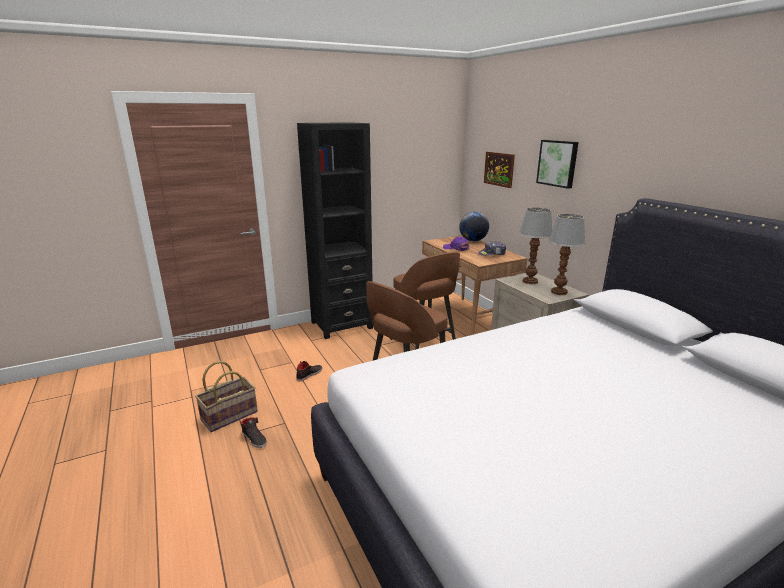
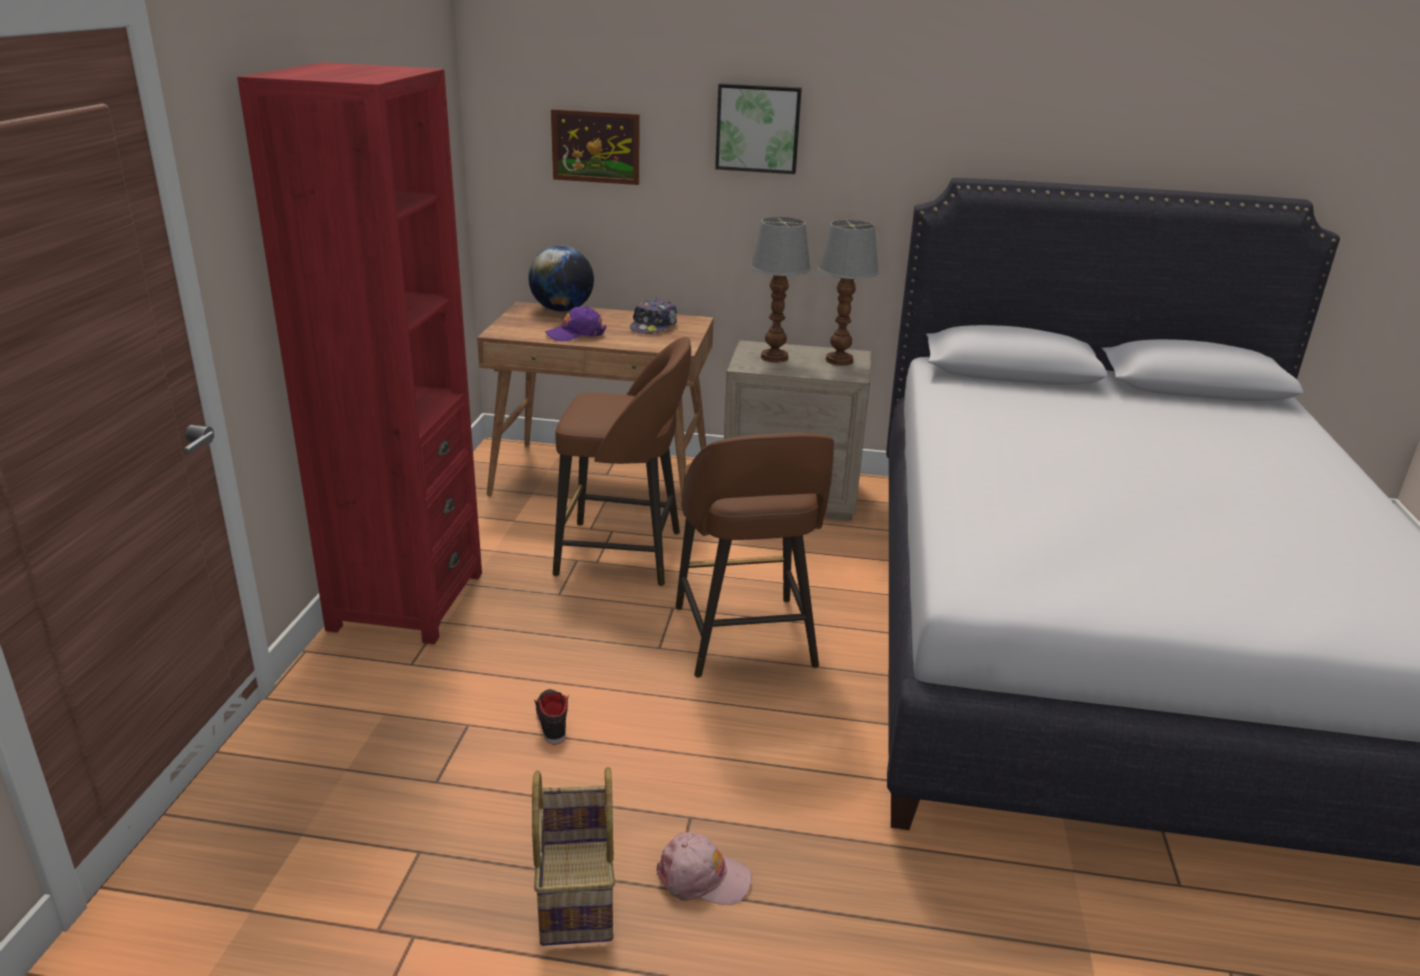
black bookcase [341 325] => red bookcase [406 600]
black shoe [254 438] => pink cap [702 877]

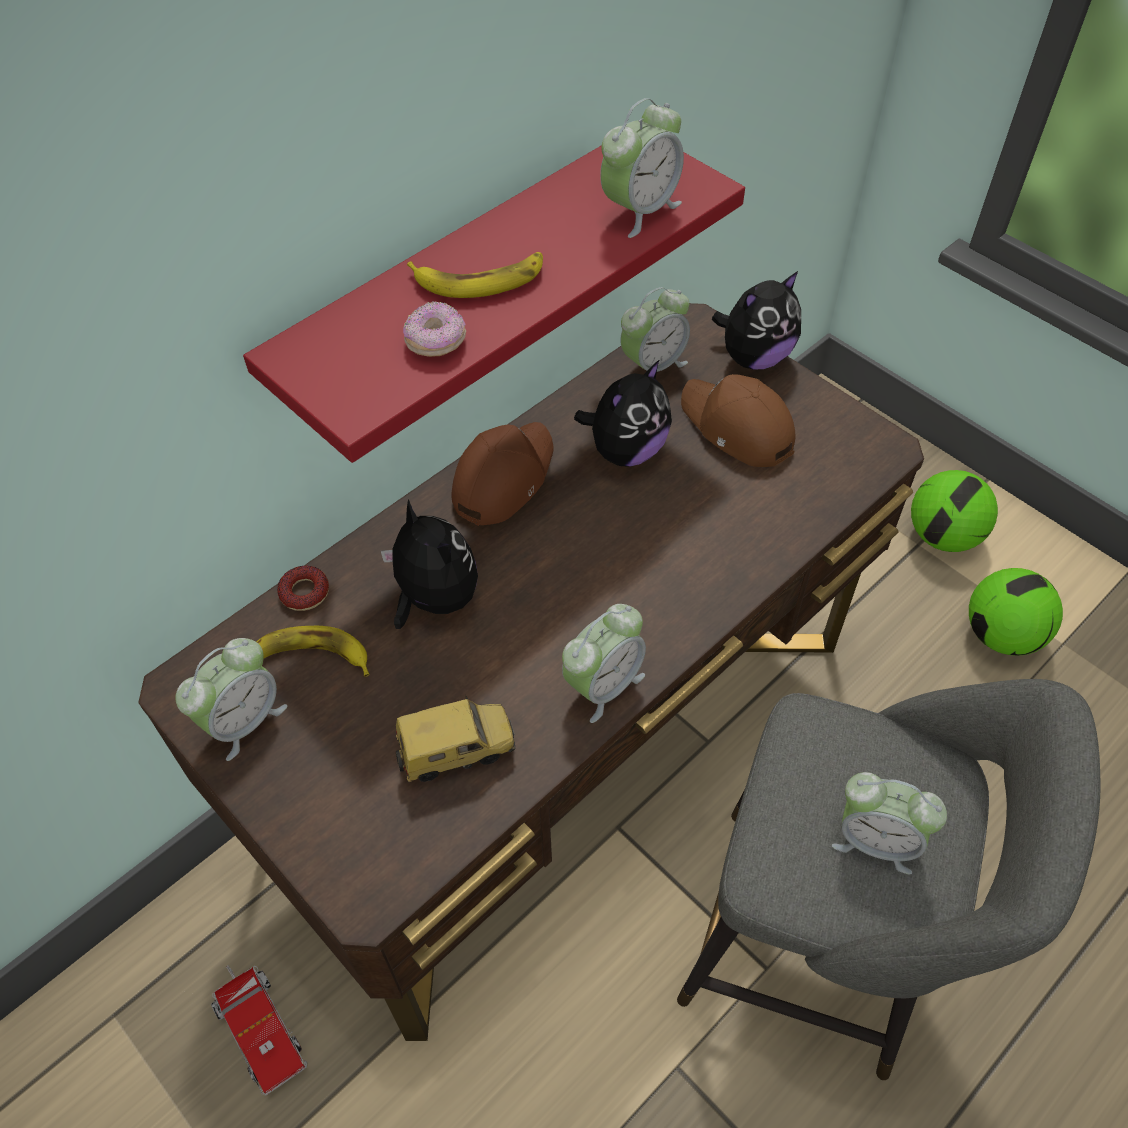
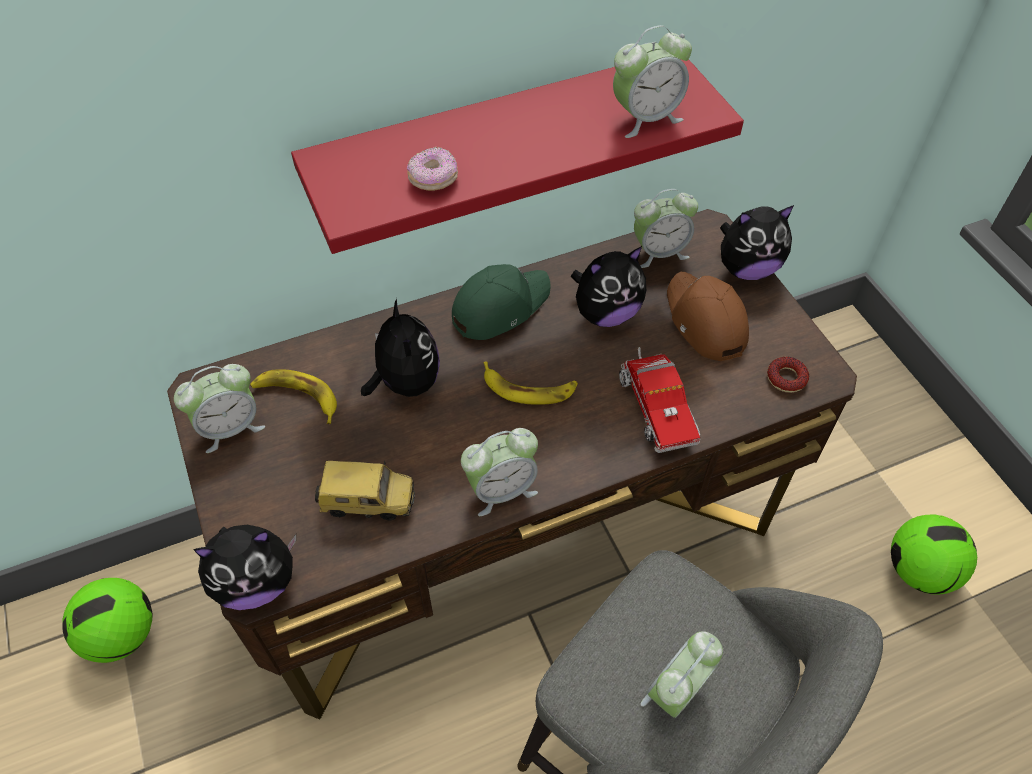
banana [480 280] => banana [529 388], shifted
brown cap [502 478] => green cap [499 307]
football [942 536] => football [121 635], shifted
donut [304 592] => donut [786 378], shifted
alarm clock [875 840] => alarm clock [676 692], 90 degrees clockwise
toy truck [259 1027] => toy truck [655 406], shifted
nothing => plush toy [256 582]

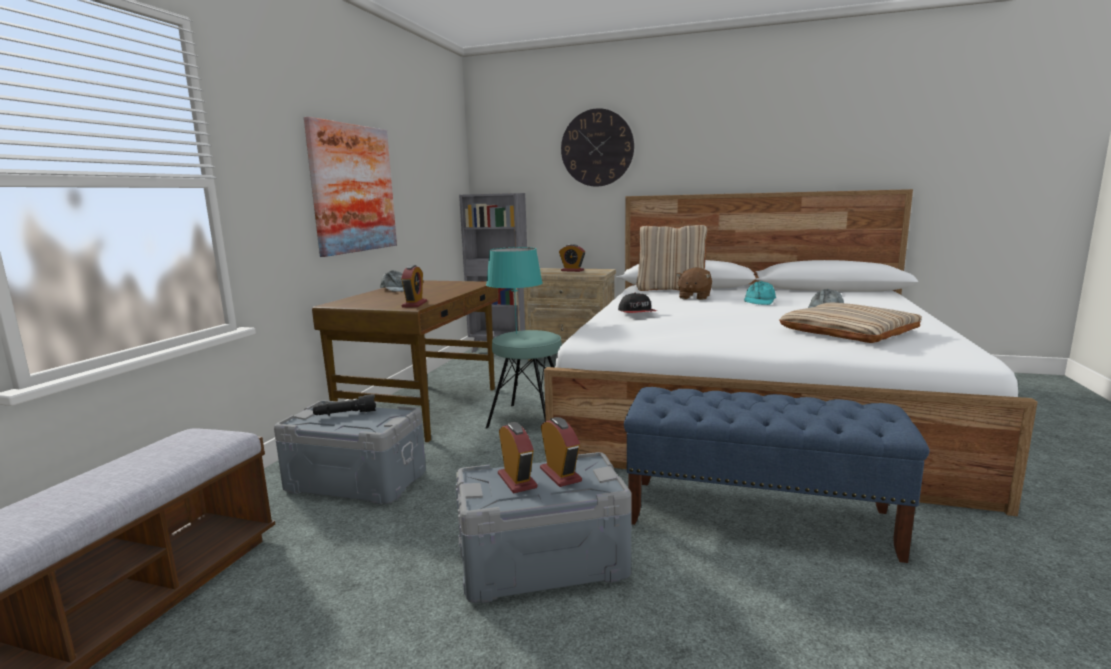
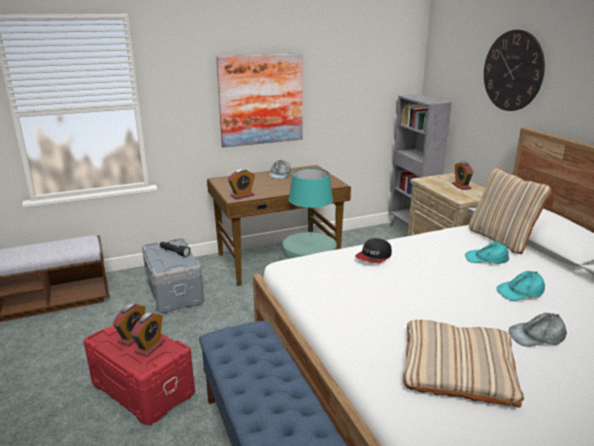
brown plush toy [694 297] => turquoise cap [486 259]
grey storage box [542 561] => red storage box [144 387]

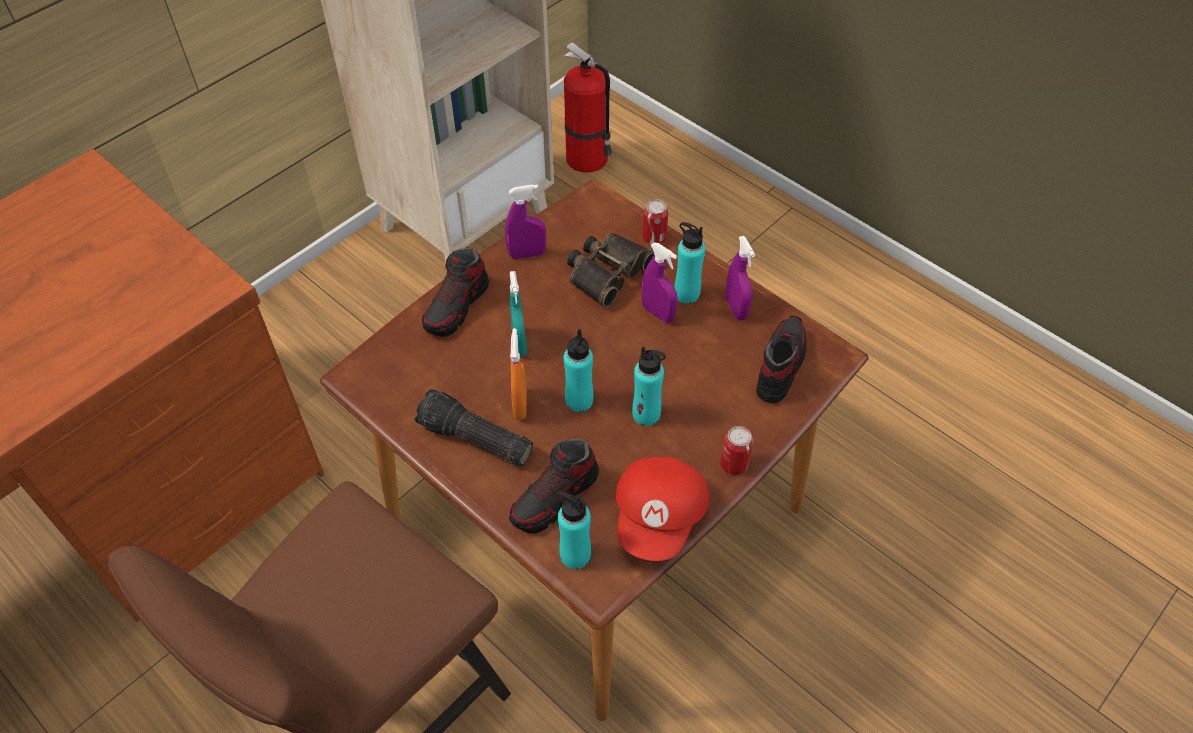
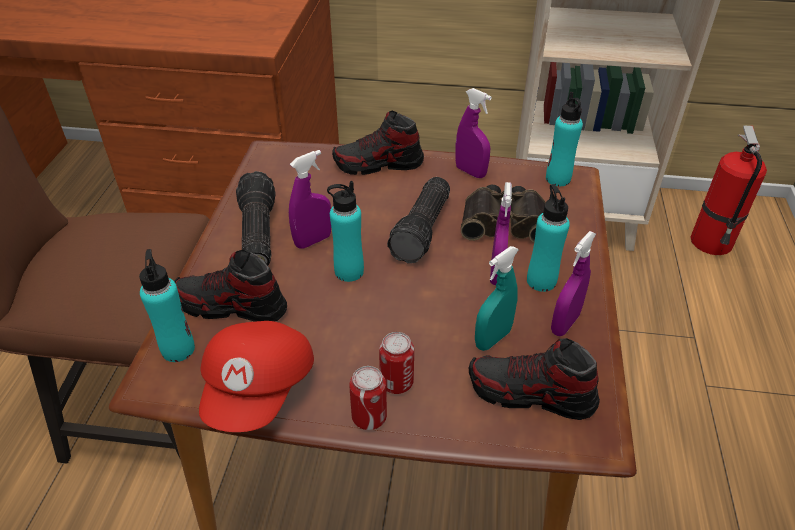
can [654 238] => can [396 382], shifted
turquoise spray bottle [519 343] => turquoise spray bottle [492 339], shifted
shoe [779 366] => shoe [531 394], 150 degrees counterclockwise
orange spray bottle [520 405] => purple spray bottle [313 241]
turquoise bottle [646 414] => turquoise bottle [558 179], shifted
red cap [660 517] => red cap [260 389], 60 degrees counterclockwise
nothing => flashlight [423 230]

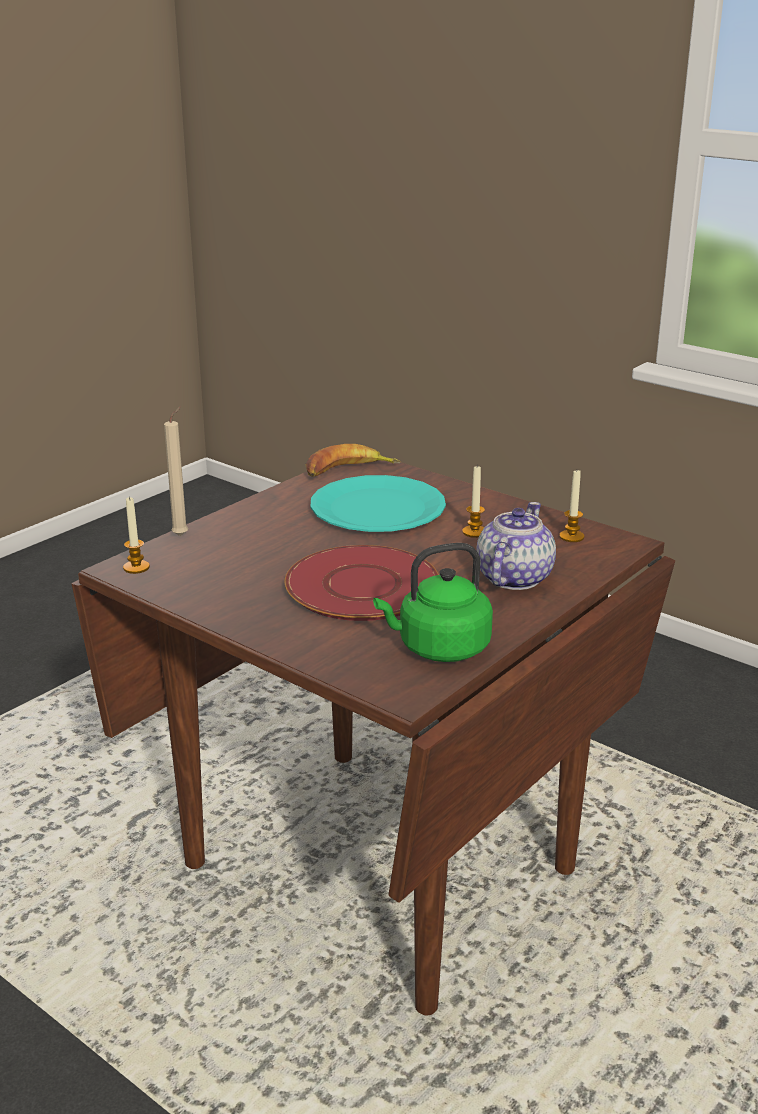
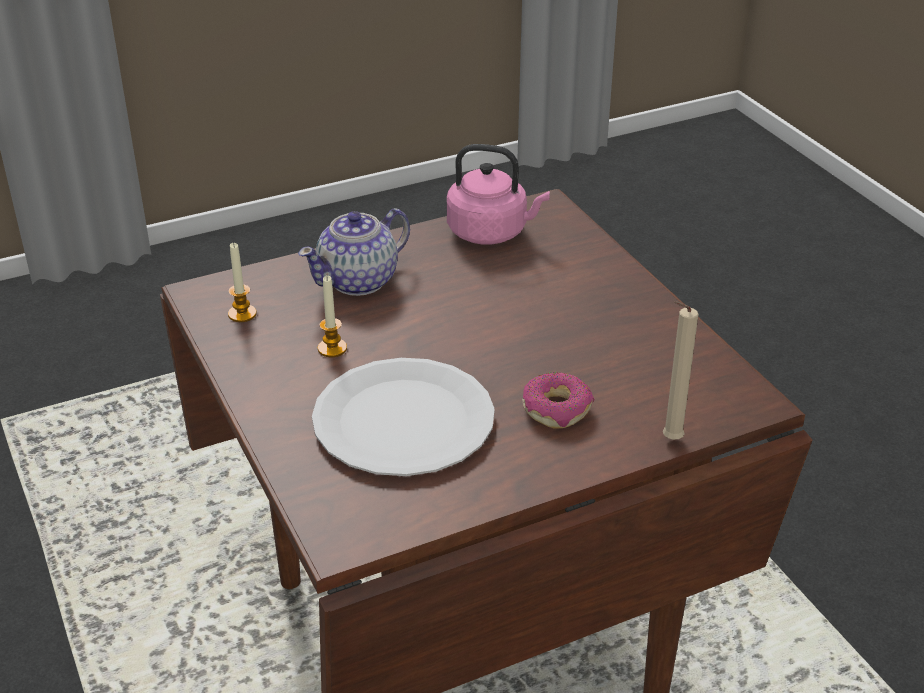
banana [348 470] => nothing
turquoise plate [378 508] => white plate [403 420]
candle [136 567] => nothing
green kettle [439 648] => pink kettle [491 232]
red plate [362 585] => nothing
nothing => donut [557 409]

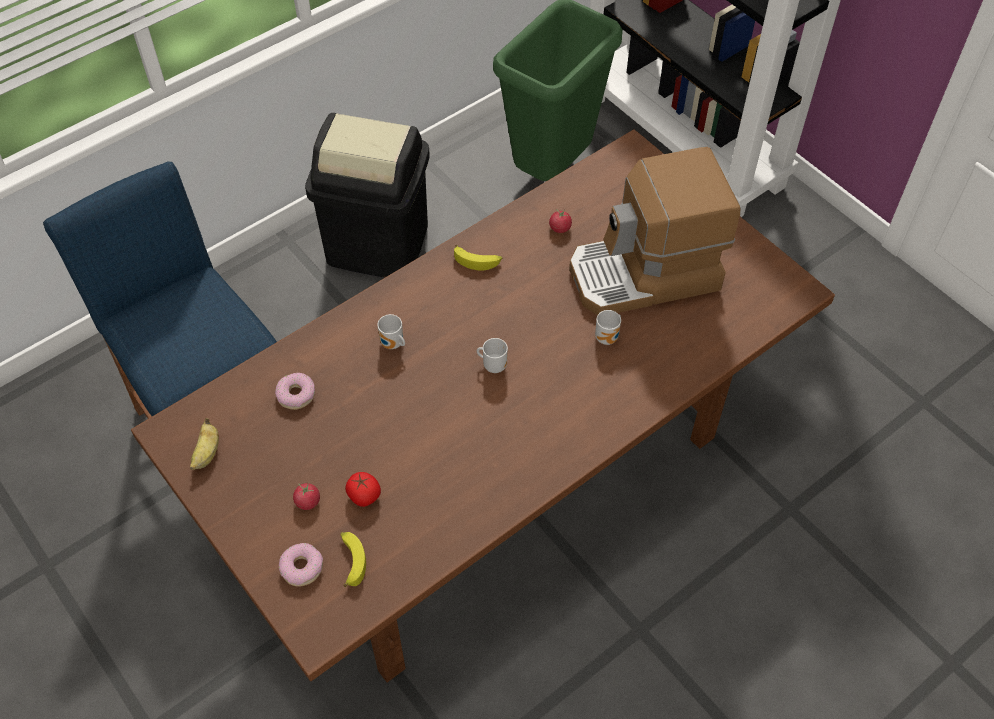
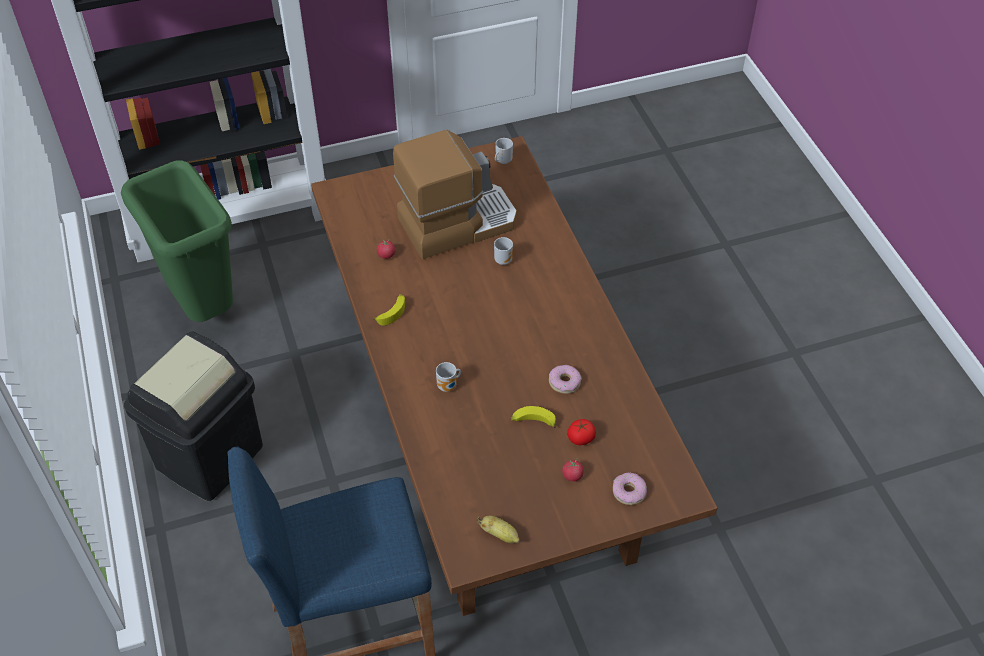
coffee machine [645 275] => coffee machine [457 222], 120 degrees counterclockwise
mug [493 365] => mug [502 161], shifted
donut [296 394] => donut [564 382], shifted
banana [351 560] => banana [533 422], shifted

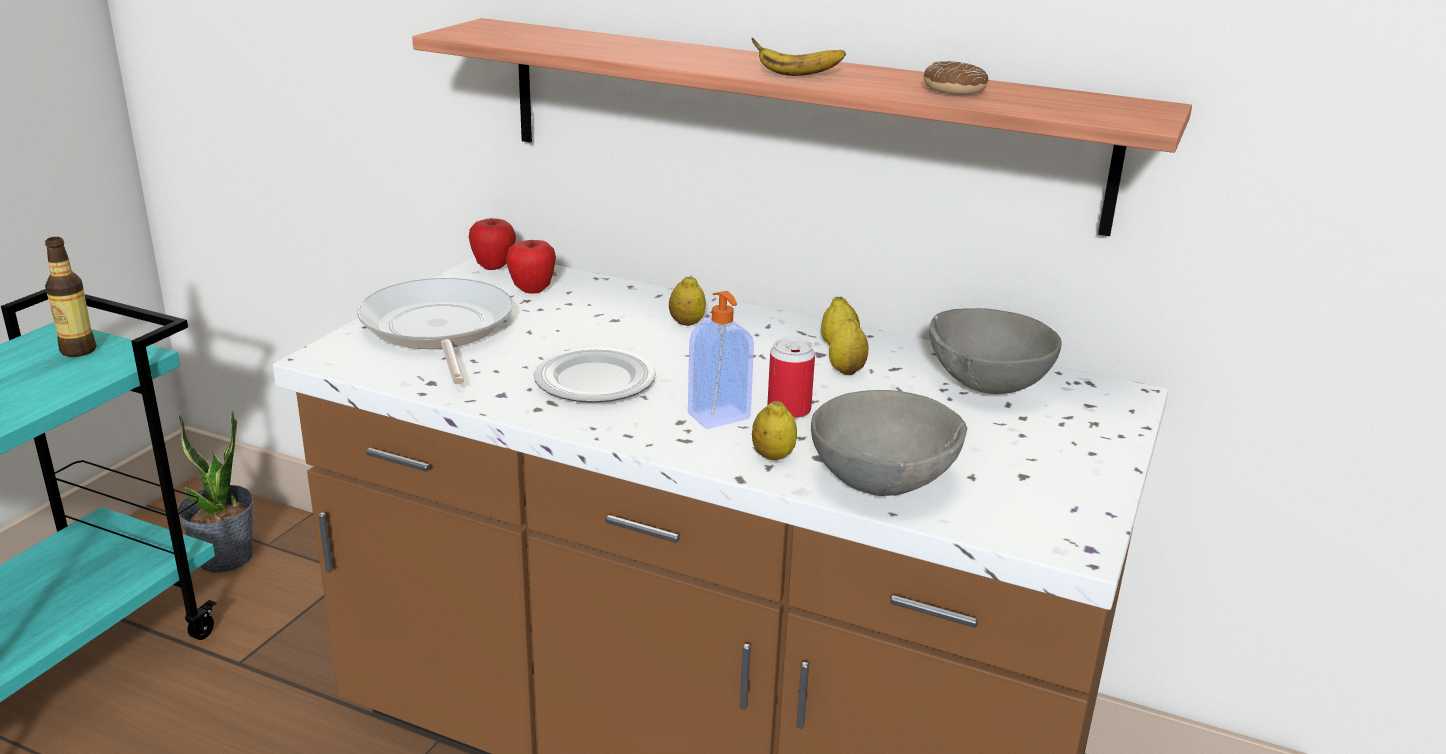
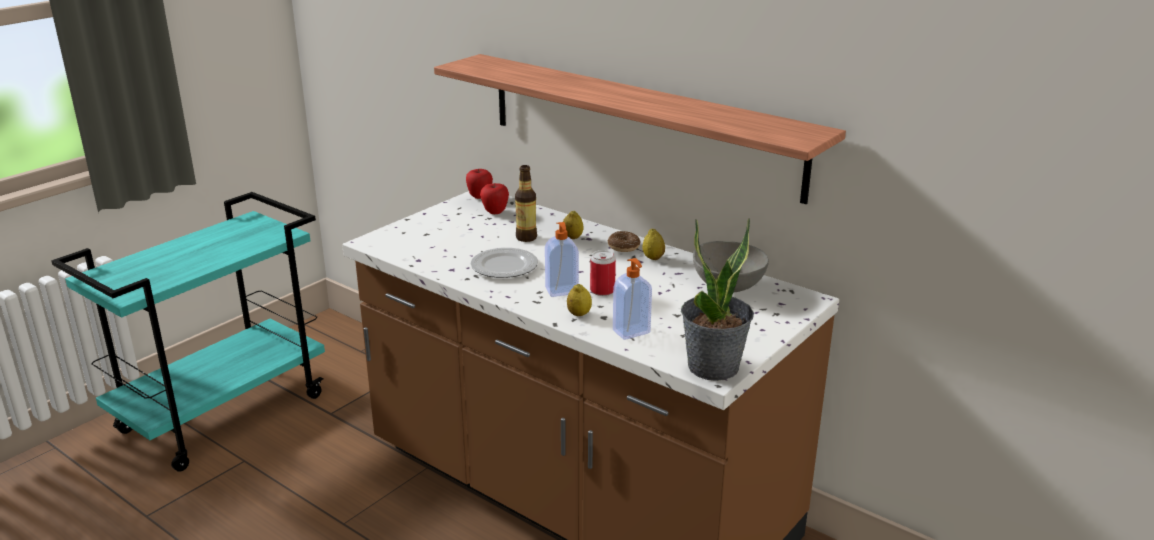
banana [797 75] => nothing
donut [954 89] => donut [623 247], shifted
bottle [78 350] => bottle [526 238], shifted
frying pan [437 330] => nothing
lemon [846 371] => nothing
grey bowl [883 480] => soap dispenser [632 332]
potted plant [225 558] => potted plant [713 367], shifted

